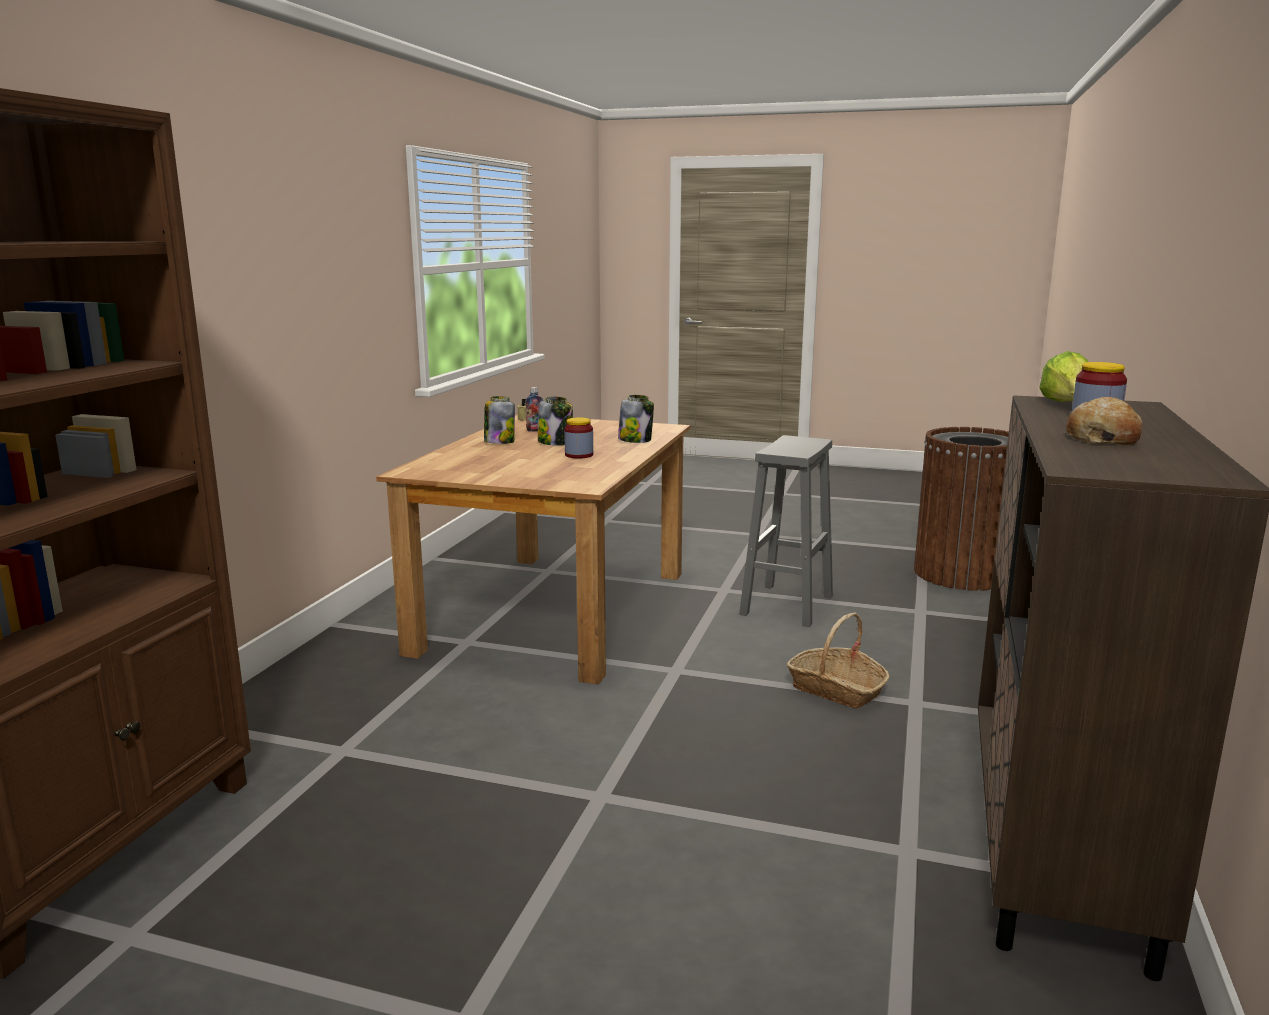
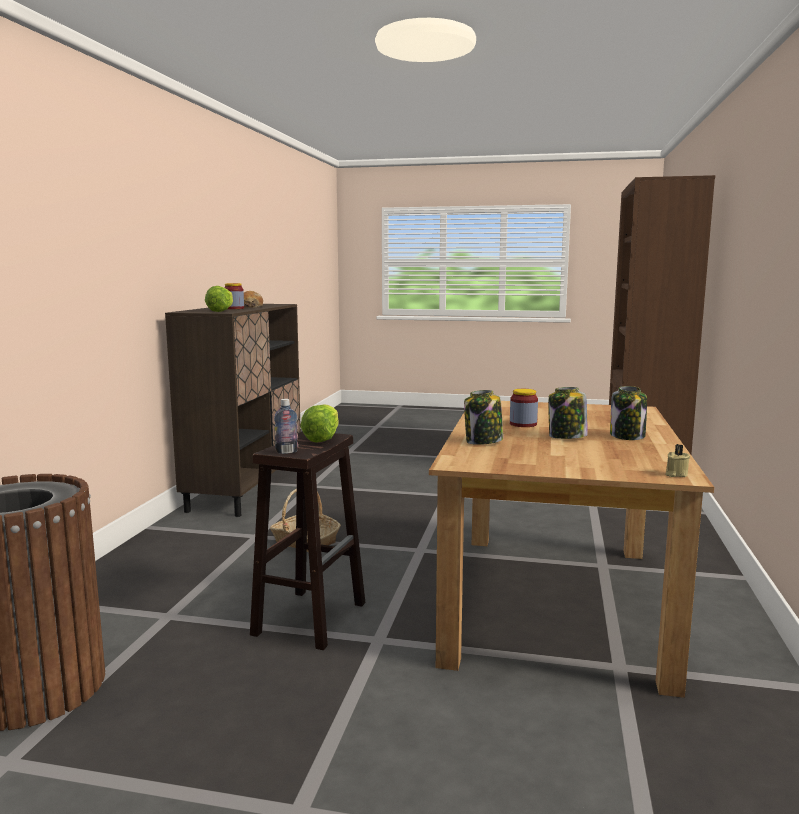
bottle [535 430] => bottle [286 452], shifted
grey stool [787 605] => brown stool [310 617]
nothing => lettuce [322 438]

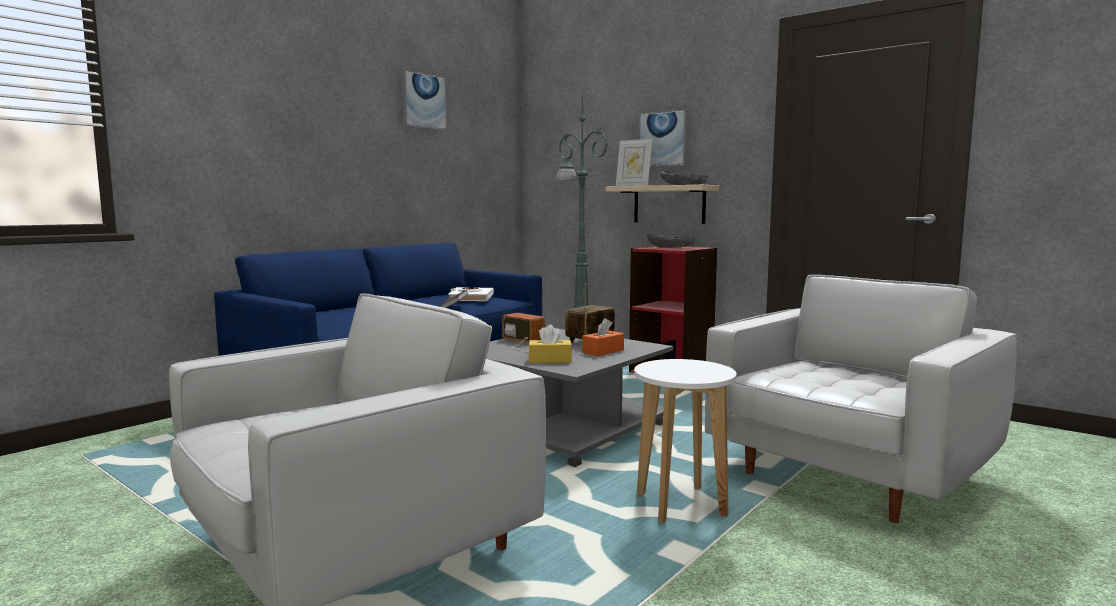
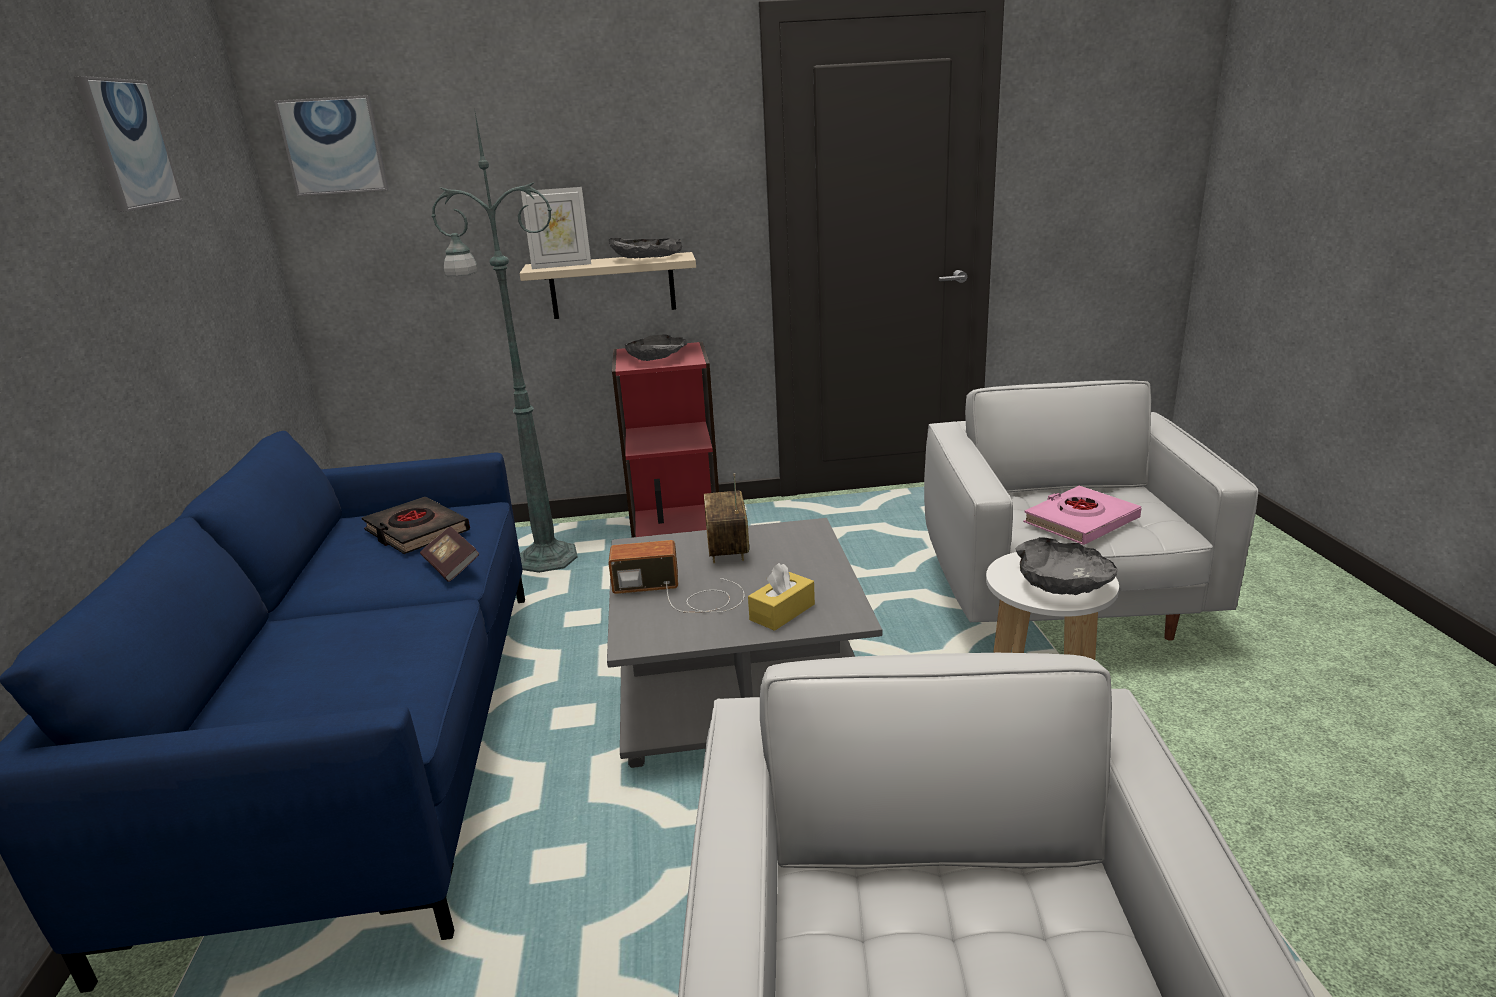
picture [663 139] => picture [333 146], shifted
white book [471 299] => black book [416 531]
orange tissue box [603 351] => nothing
nothing => pink book [1080 522]
nothing => grey bowl [1061 582]

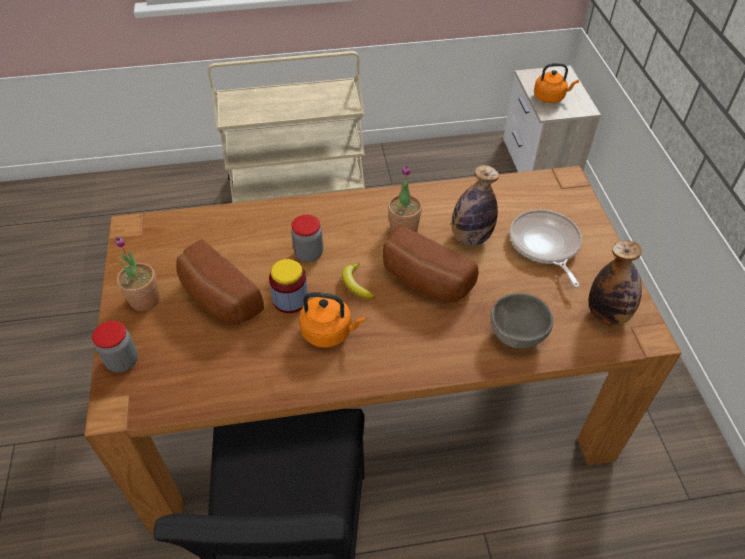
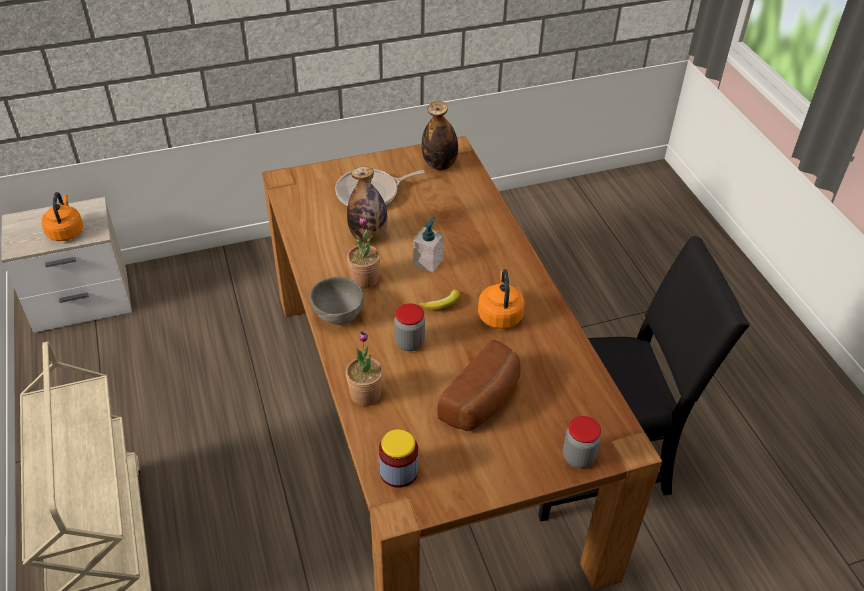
bread [423 281] => soap dispenser [428 262]
potted plant [145 299] => potted plant [365 394], shifted
jar [290 299] => jar [398 471], shifted
grey bowl [516 334] => grey bowl [337 315], shifted

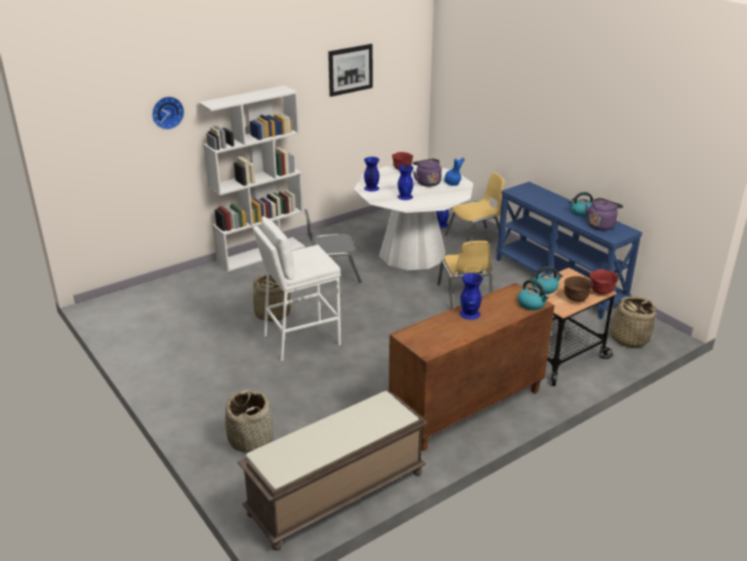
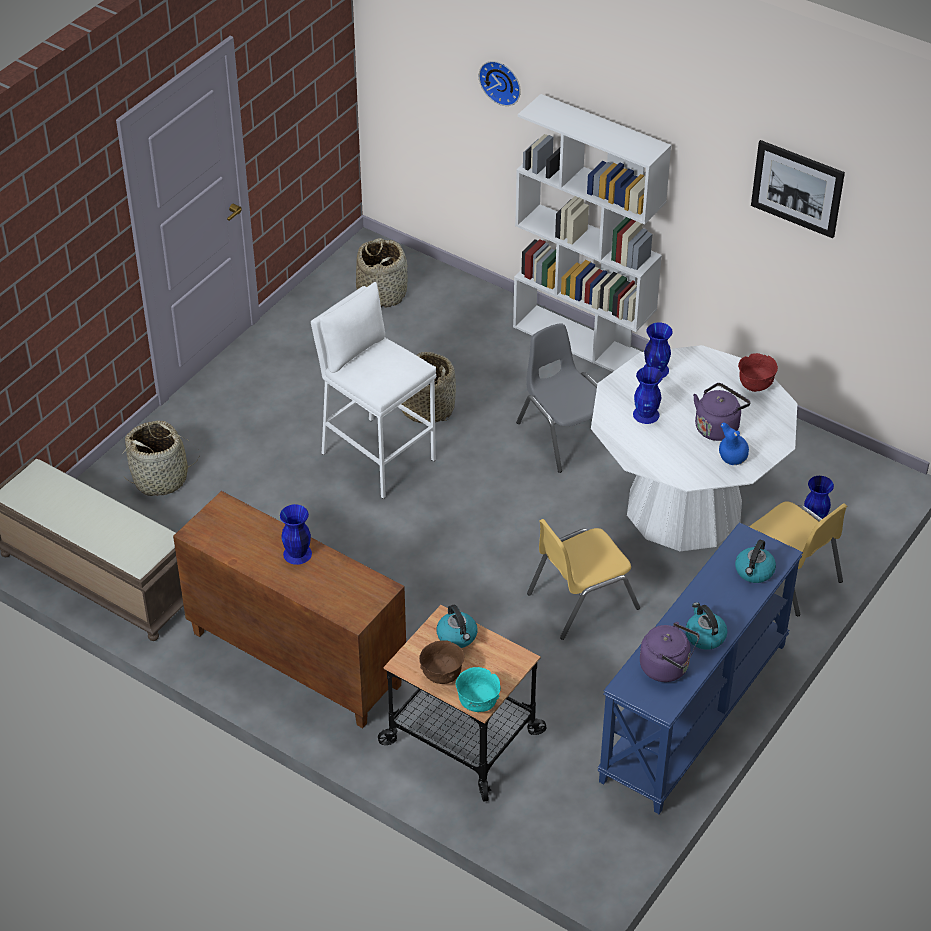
red bowl [601 292] => turquoise bowl [477 703]
kettle [532 304] => kettle [754 572], shifted
basket [629 338] => basket [382 293], shifted

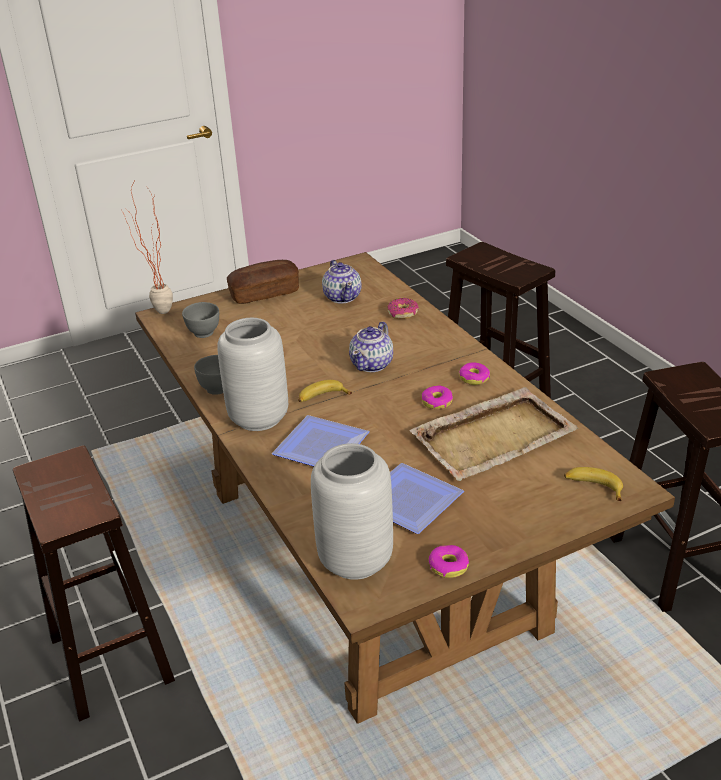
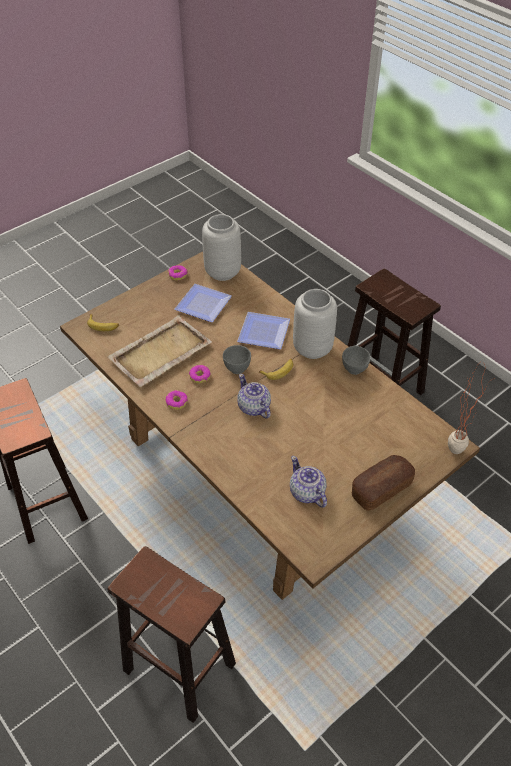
donut [403 313] => nothing
grey bowl [204 334] => grey bowl [237 368], shifted
teapot [372 364] => teapot [254 407], 45 degrees counterclockwise

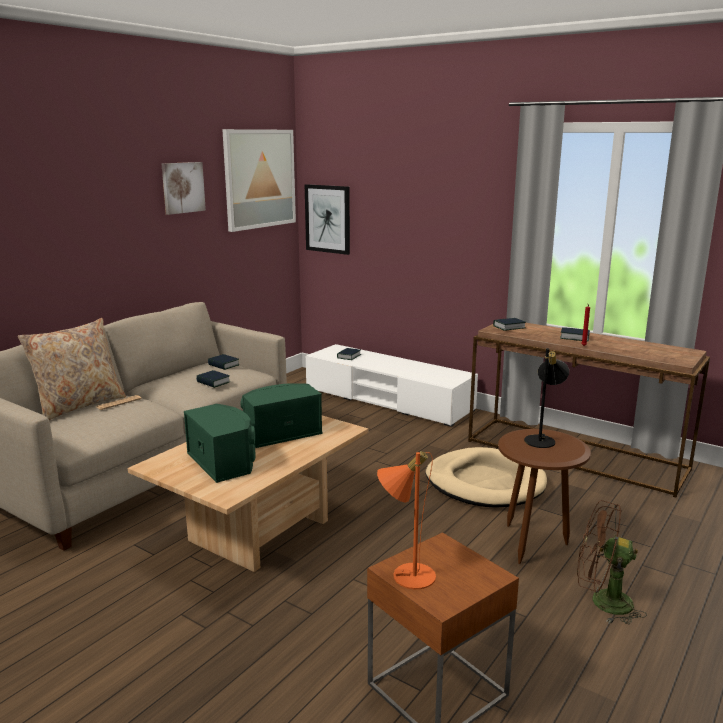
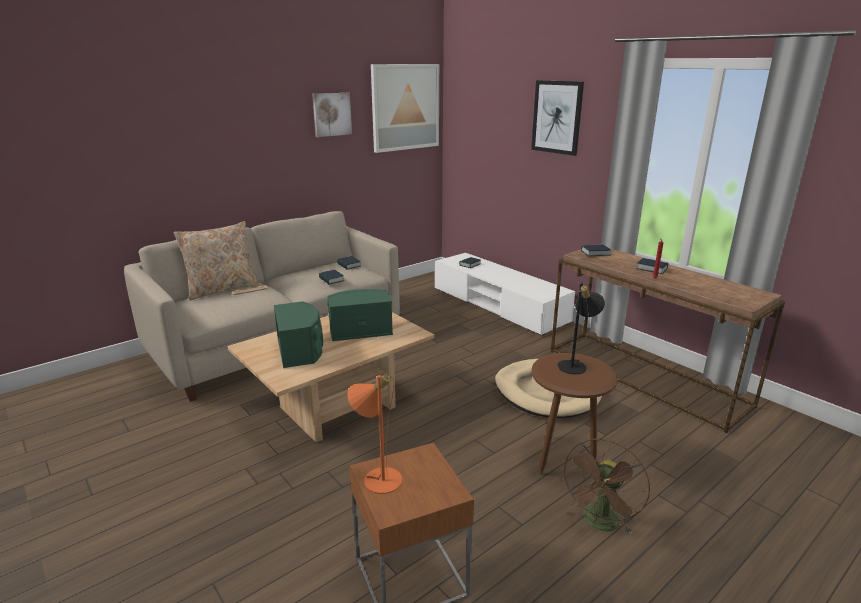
picture [328 219] => picture [557 117], shifted
brown fan [602 602] => brown fan [600 524], 90 degrees counterclockwise

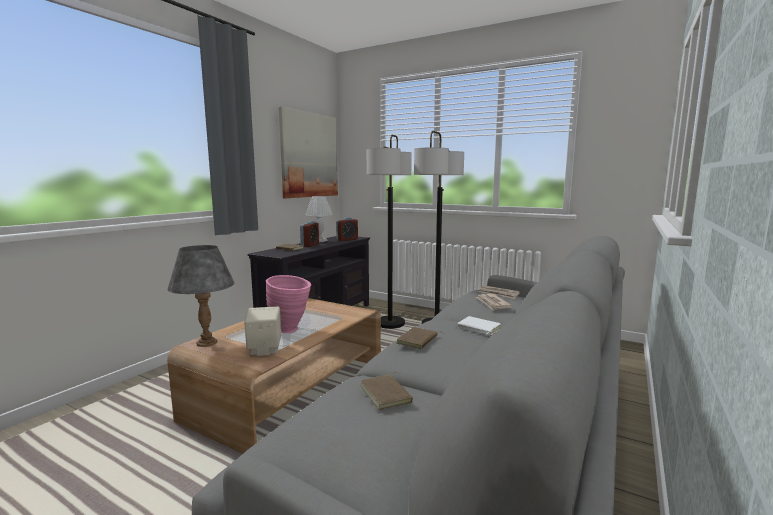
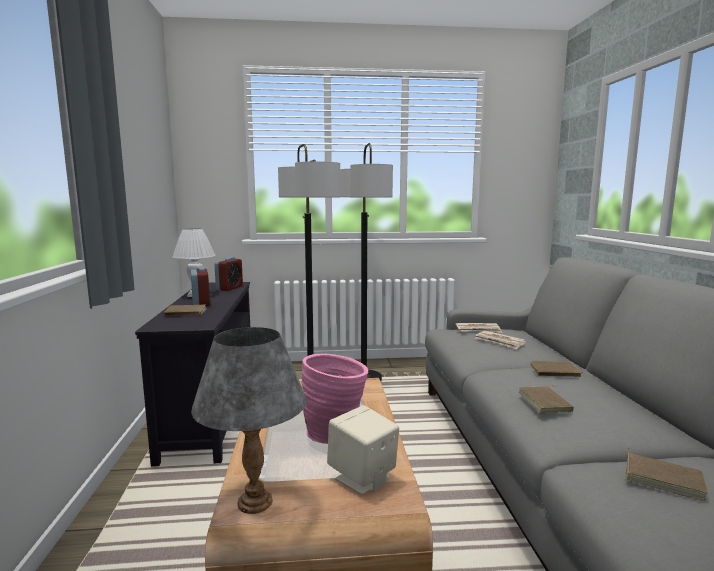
picture [309 155] => nothing
white book [478 328] => brown book [554 372]

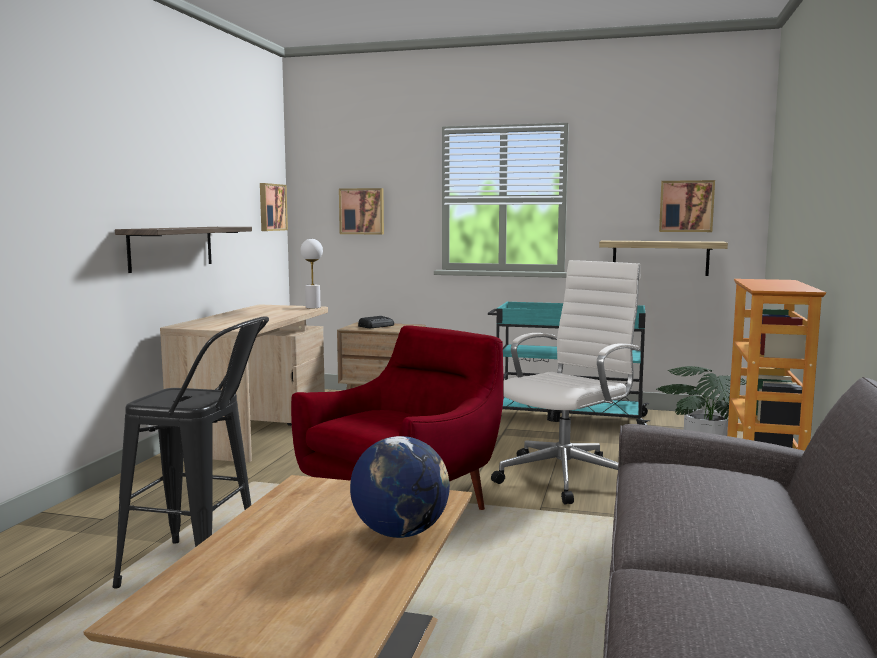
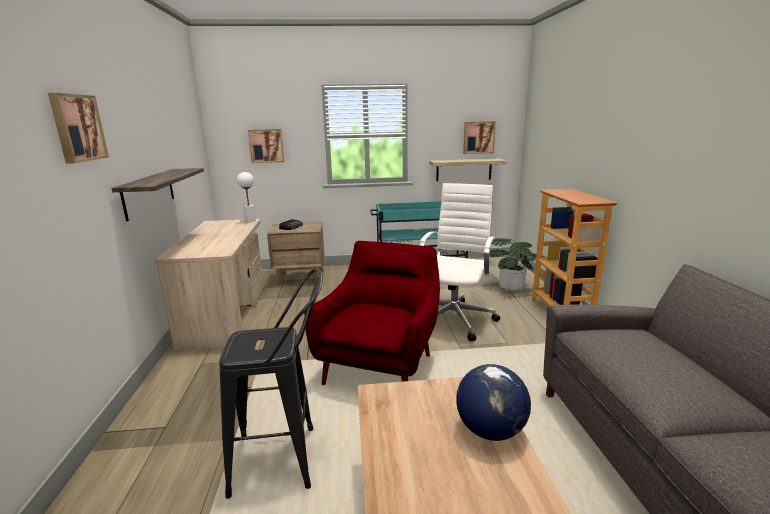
picture [271 207] => picture [77 128], shifted

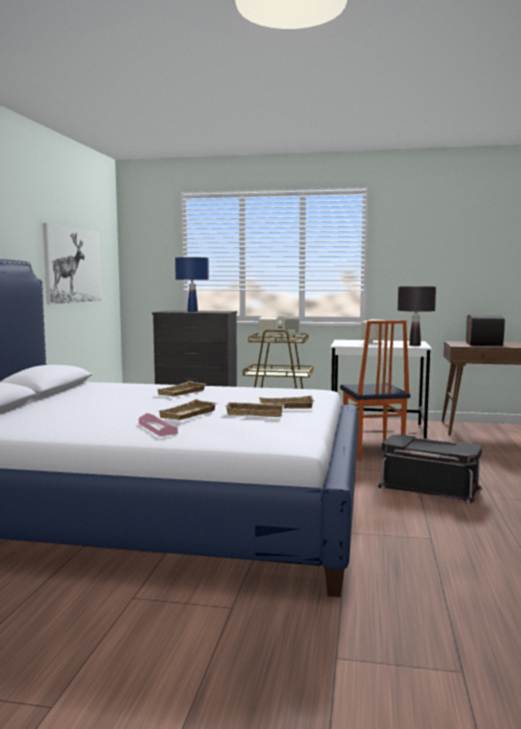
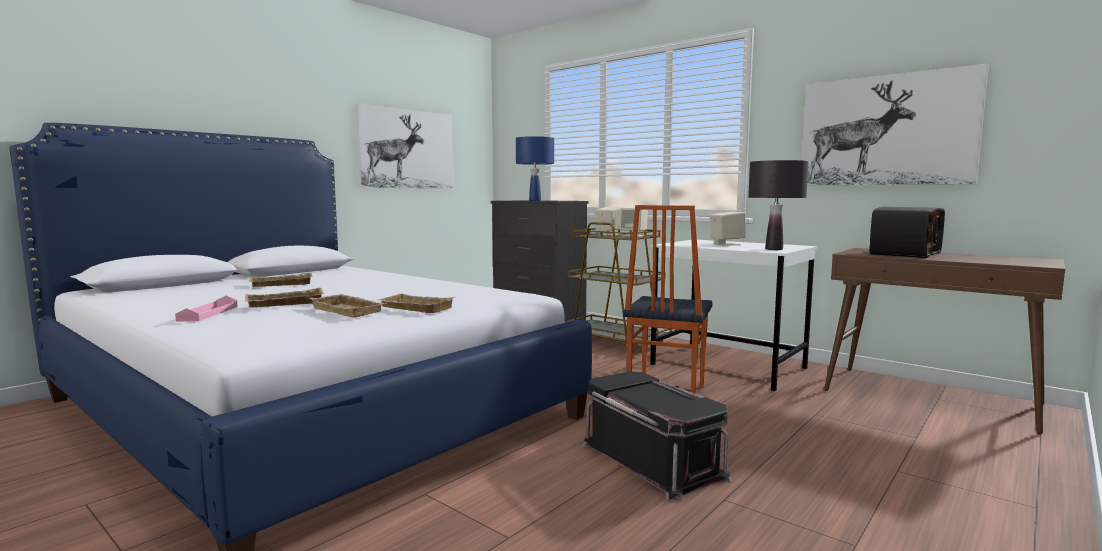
beige tray [182 393] => beige tray [280 284], shifted
nothing => picture [886 130]

